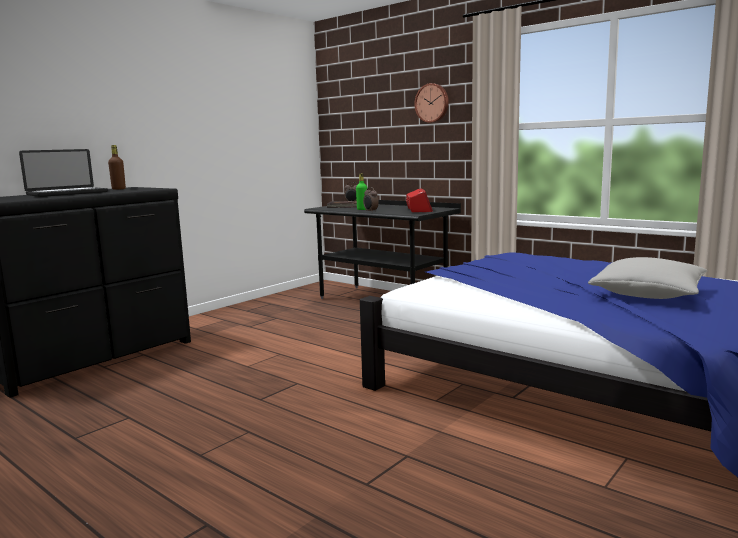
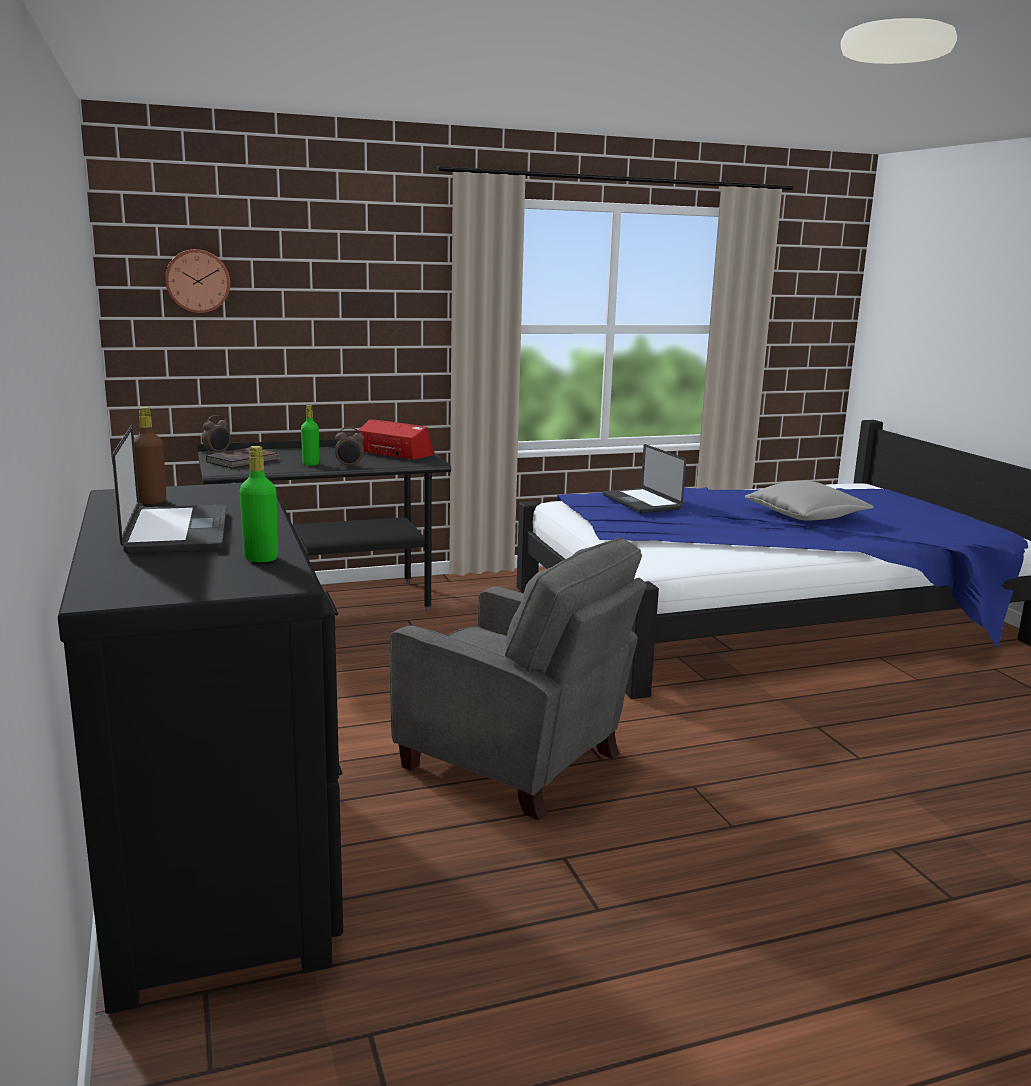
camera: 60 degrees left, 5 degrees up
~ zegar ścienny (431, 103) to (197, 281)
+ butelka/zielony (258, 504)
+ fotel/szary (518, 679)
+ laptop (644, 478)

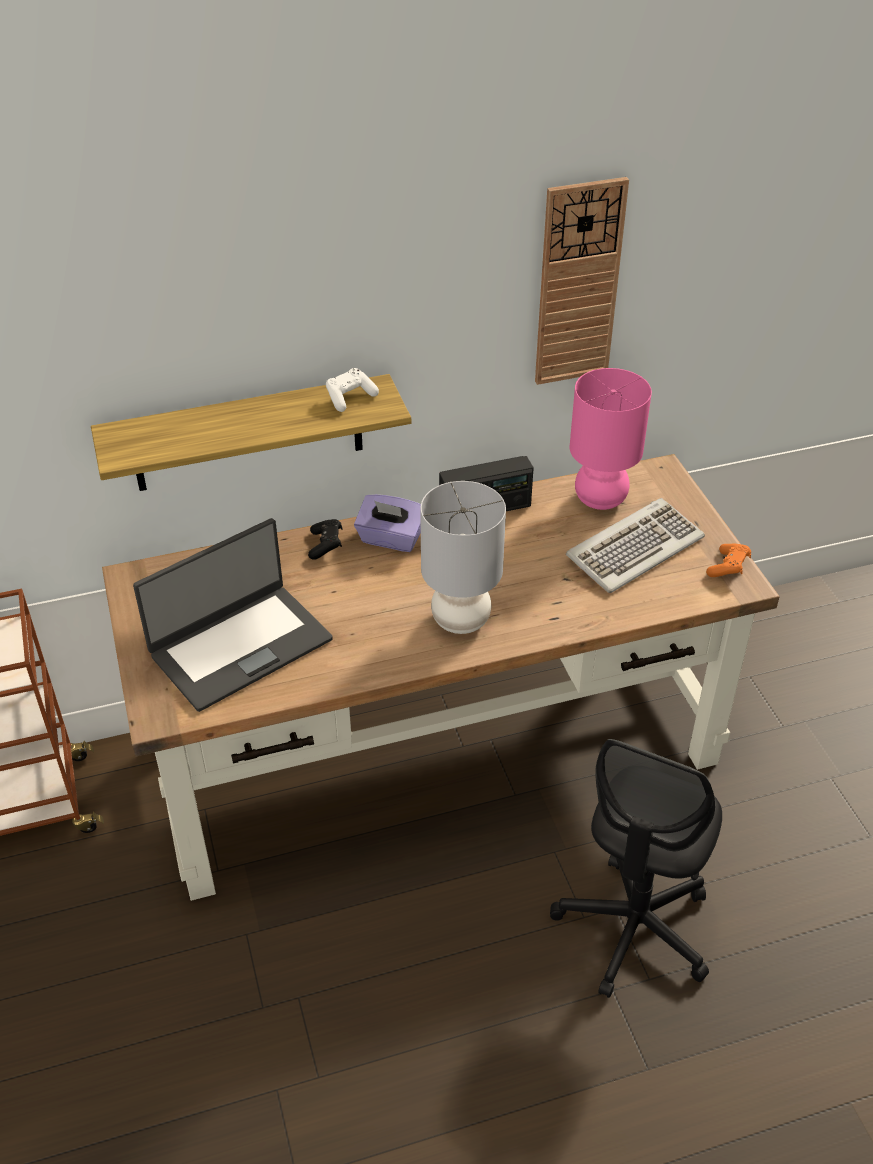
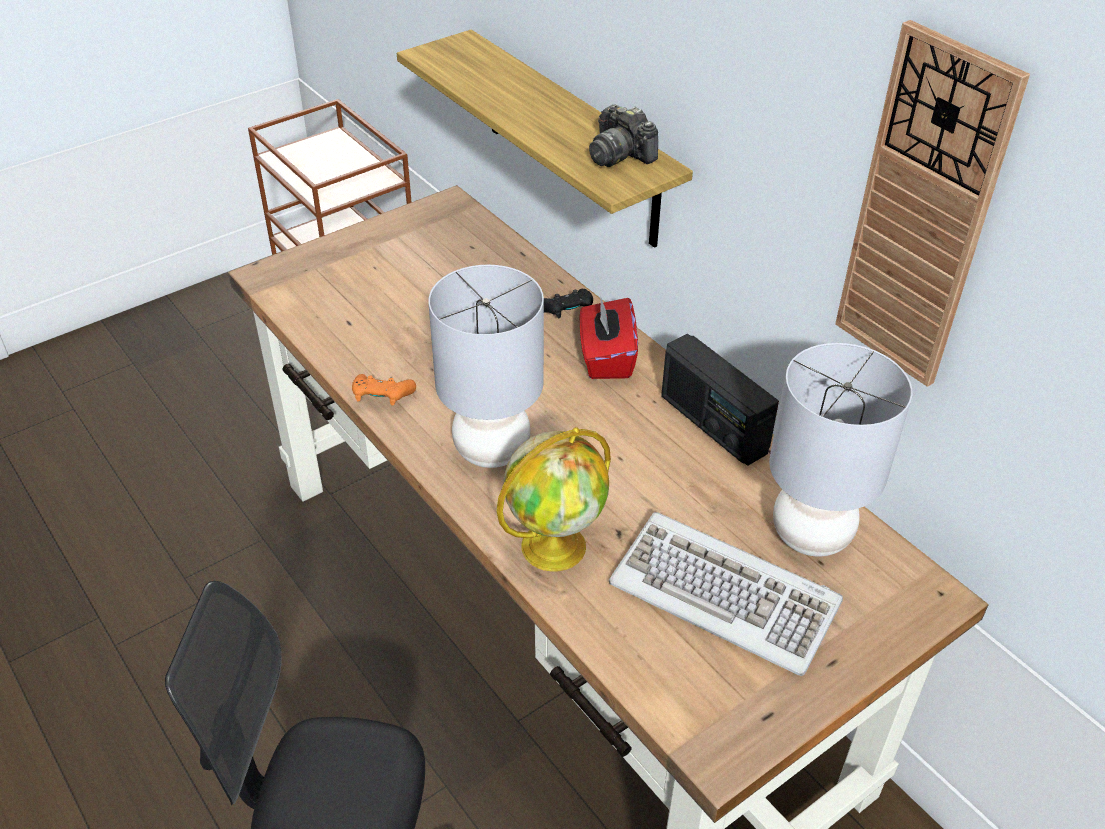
camera: 70 degrees right, 0 degrees up
~ pad do gier/pomarańczowy (728, 560) to (384, 390)
+ globus (554, 499)
~ pudełko chusteczek/fioletowy (387, 523) to pudełko chusteczek/czerwony (609, 337)
~ pad do gier/biały (352, 390) to aparat fotograficzny (623, 136)
~ lampa stołowa/różowy (611, 439) to lampa stołowa/szary (840, 450)
- laptop (233, 615)

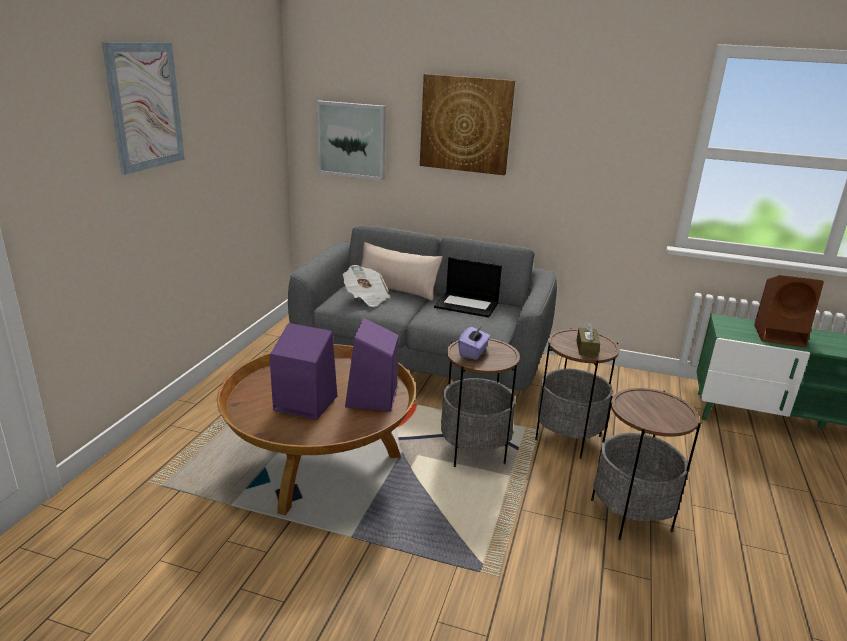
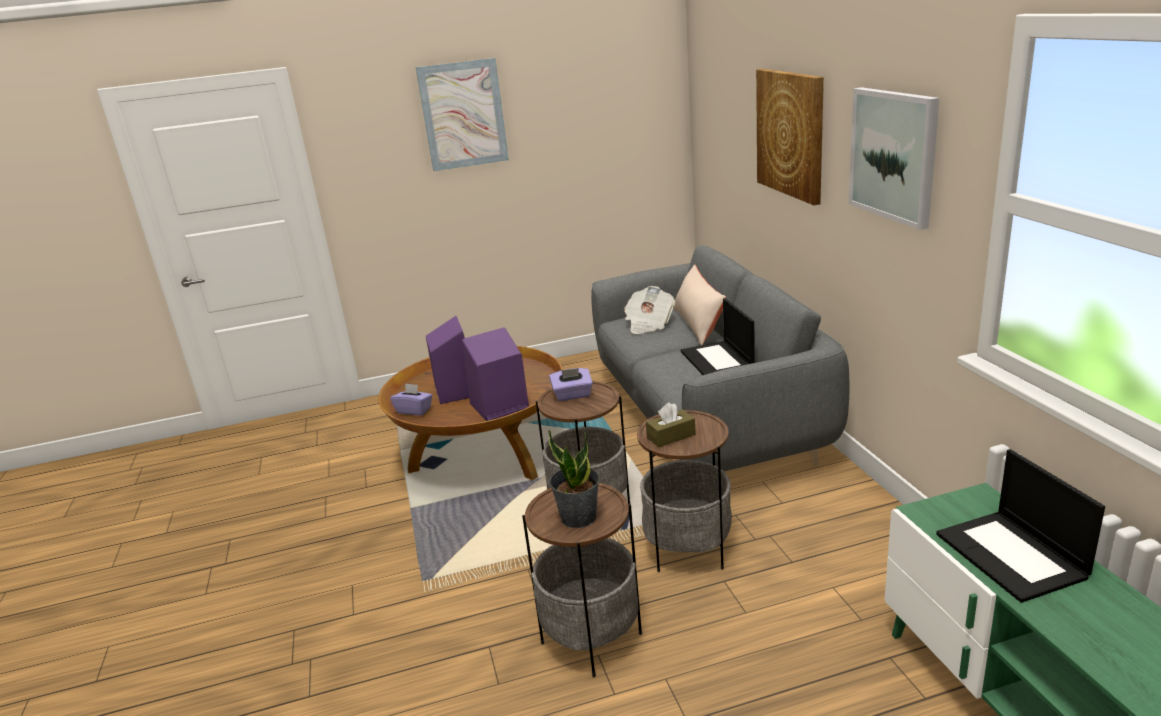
camera: 60 degrees right, 0 degrees up
+ pudełko chusteczek/fioletowy (411, 399)
+ roślina doniczkowa (574, 479)
~ obraz (351, 140) to (894, 158)
~ głośnik/brązowy (789, 311) to laptop (1020, 526)

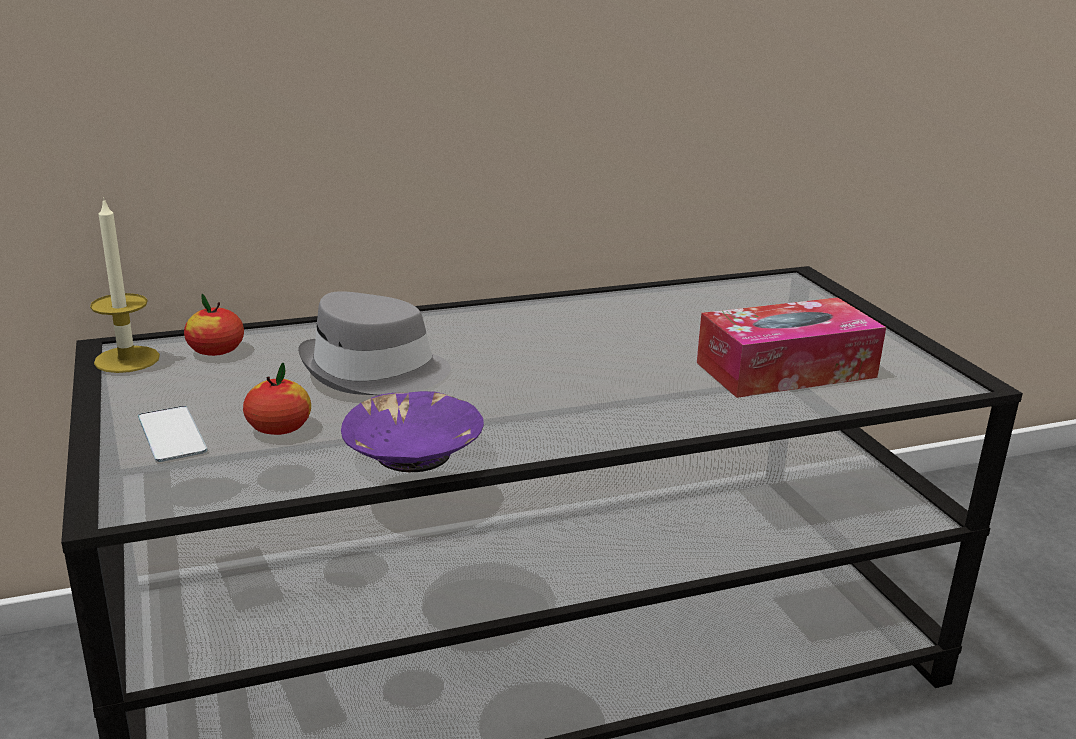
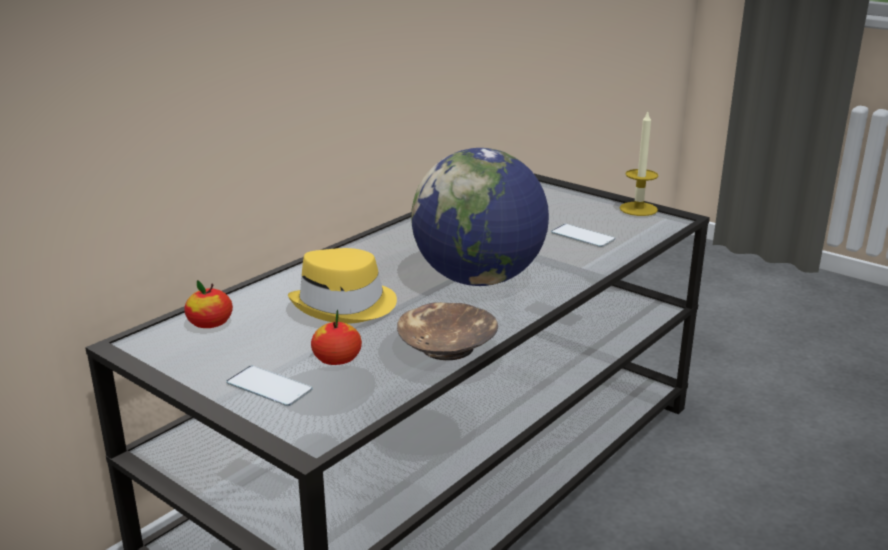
camera: 30 degrees left, 0 degrees up
~ kapelusz/szary (374, 343) to kapelusz/żółty (342, 286)
~ miska/fioletowy (412, 431) to miska/brązowy (447, 331)
+ globus (480, 217)
~ pudełko chusteczek (791, 347) to telefon (583, 235)
~ świeca (125, 285) to (639, 164)

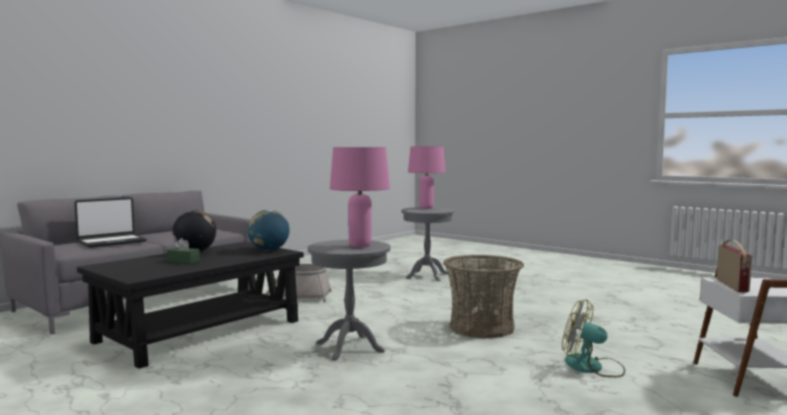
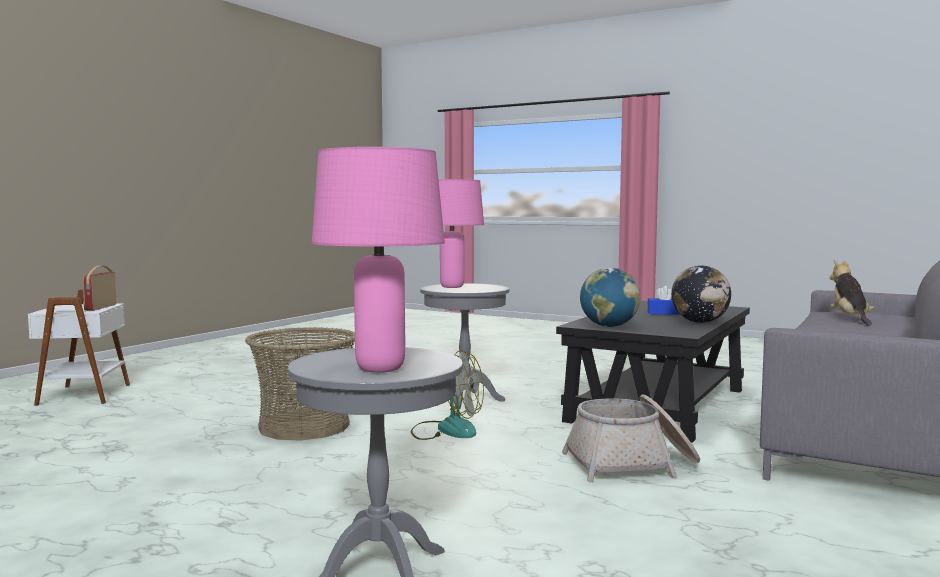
camera: 170 degrees right, 0 degrees up
~ wentylator (593, 338) to (447, 395)
~ pudełko chusteczek/zielony (183, 251) to pudełko chusteczek/niebieski (663, 300)
~ laptop (110, 222) to pluszak (852, 293)

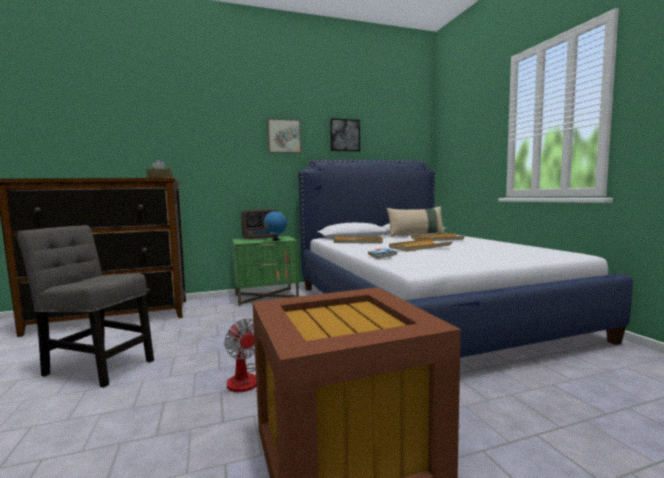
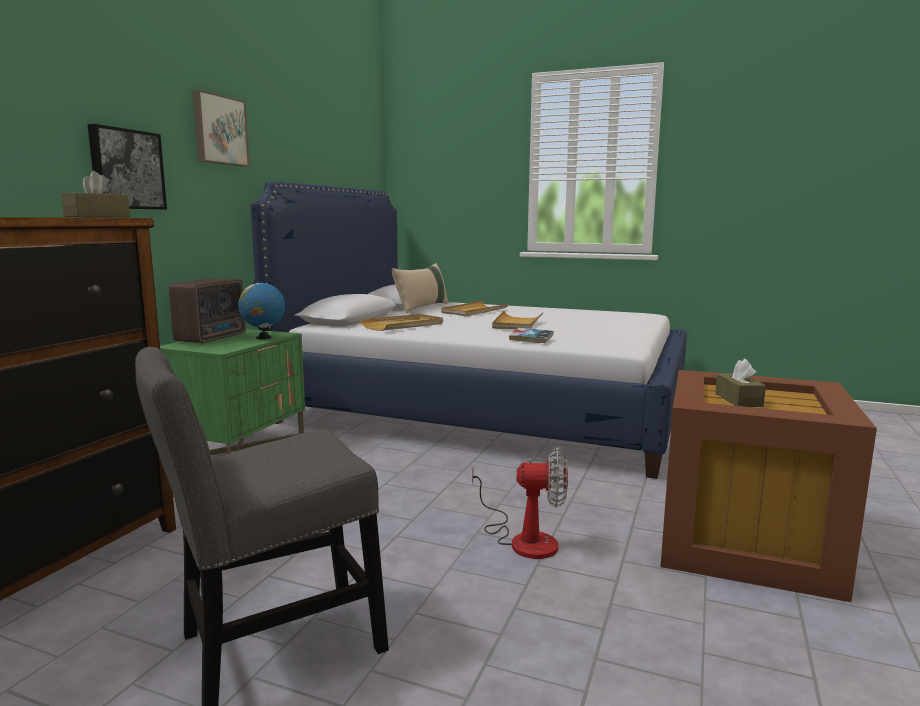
camera: 50 degrees left, 5 degrees up
~ obraz (345, 135) to (127, 167)
+ pudełko chusteczek/brązowy (740, 383)

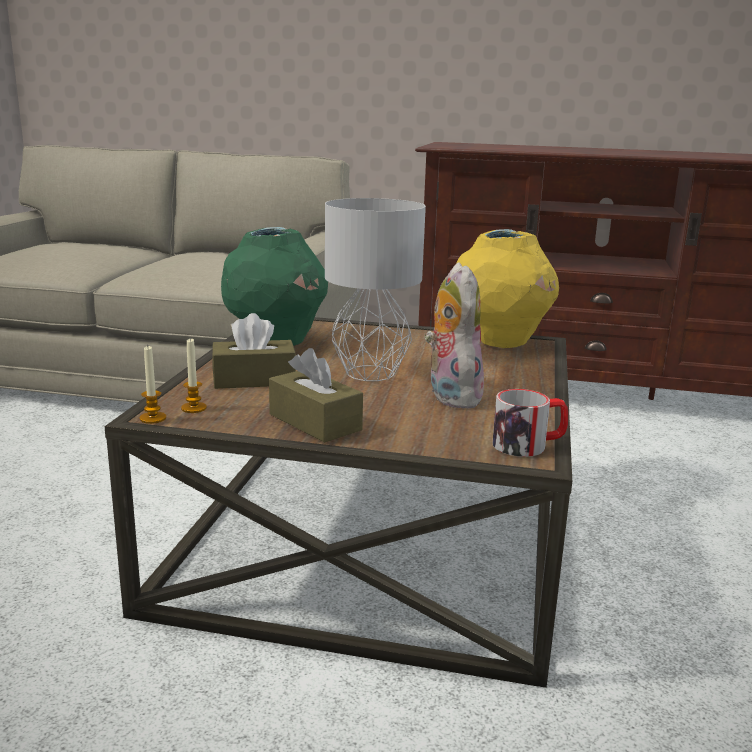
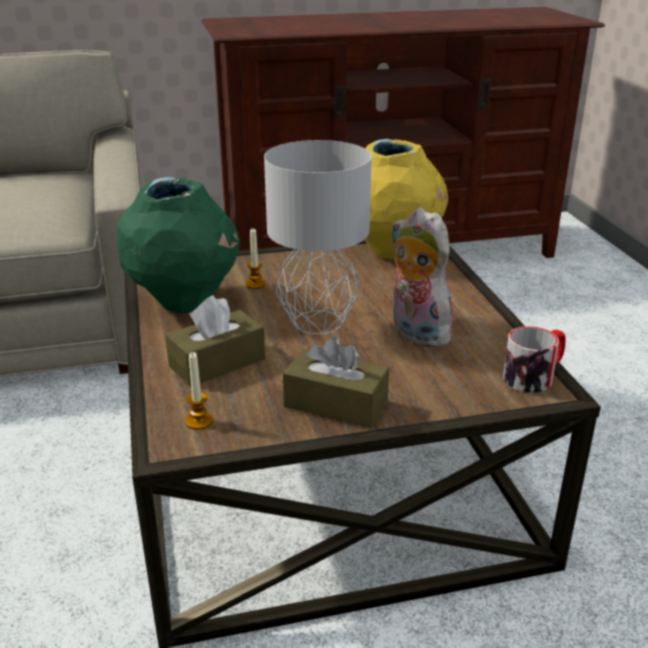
camera: 25 degrees left, 10 degrees up
~ świeca (153, 385) to (255, 259)

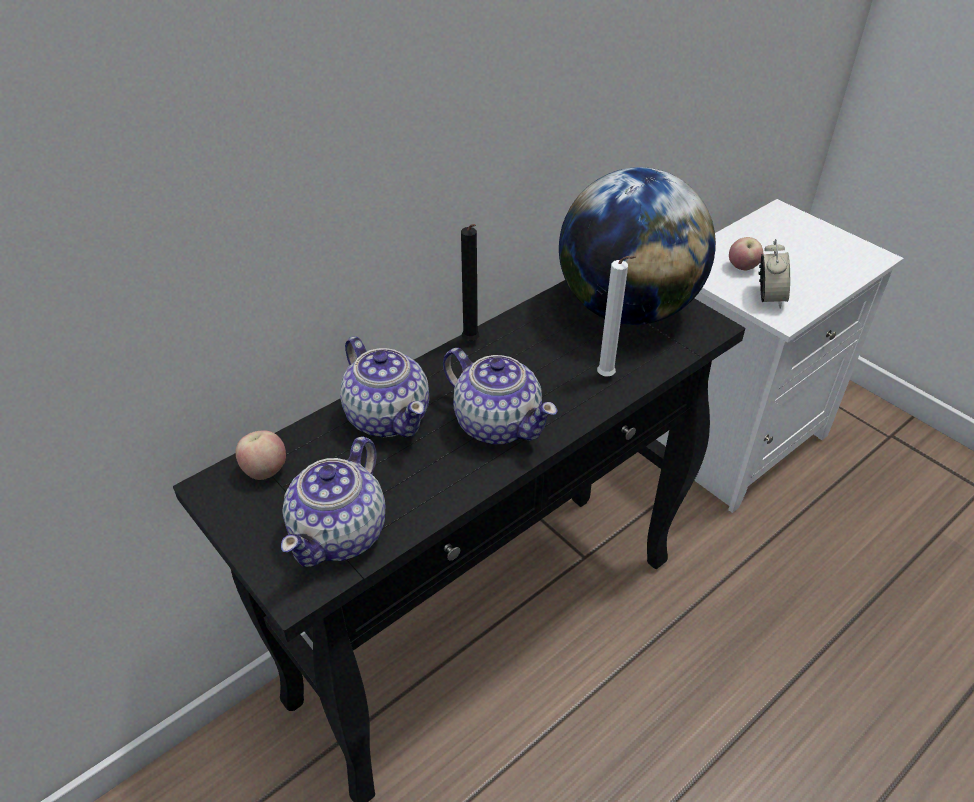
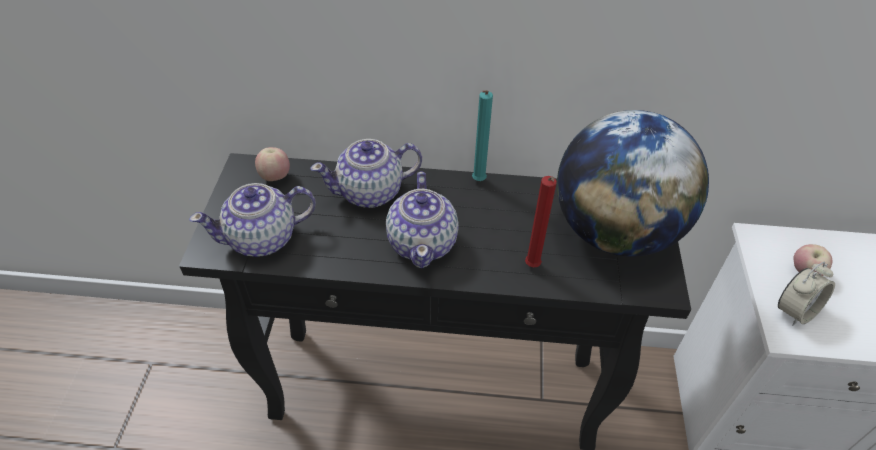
camera: 45 degrees right, 5 degrees up
~ imbryk (384, 386) = (366, 173) 60 degrees clockwise
~ świeca/czarny (470, 282) to świeca/turkusowy (482, 135)
~ świeca/biały (616, 316) to świeca/czerwony (541, 222)

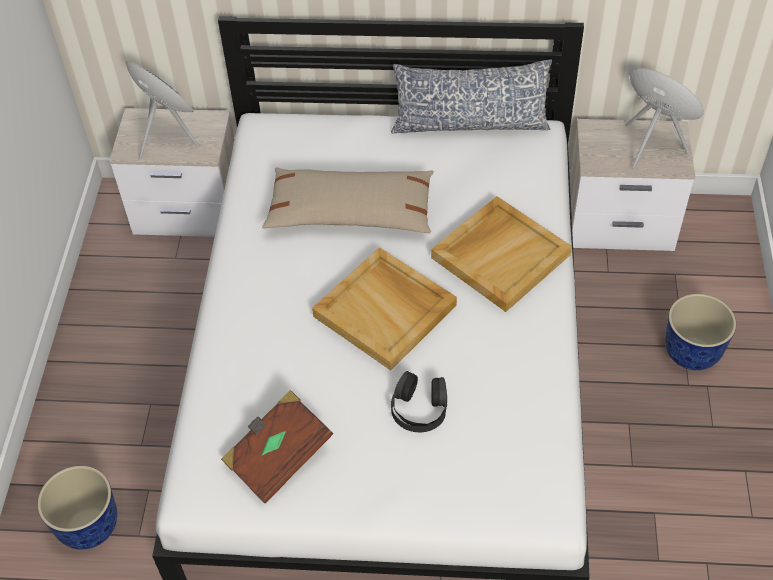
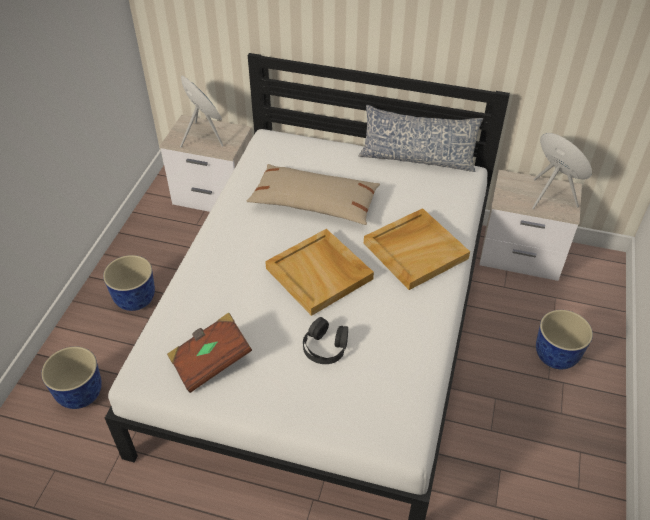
camera: 10 degrees right, 5 degrees down
+ donica (129, 283)

